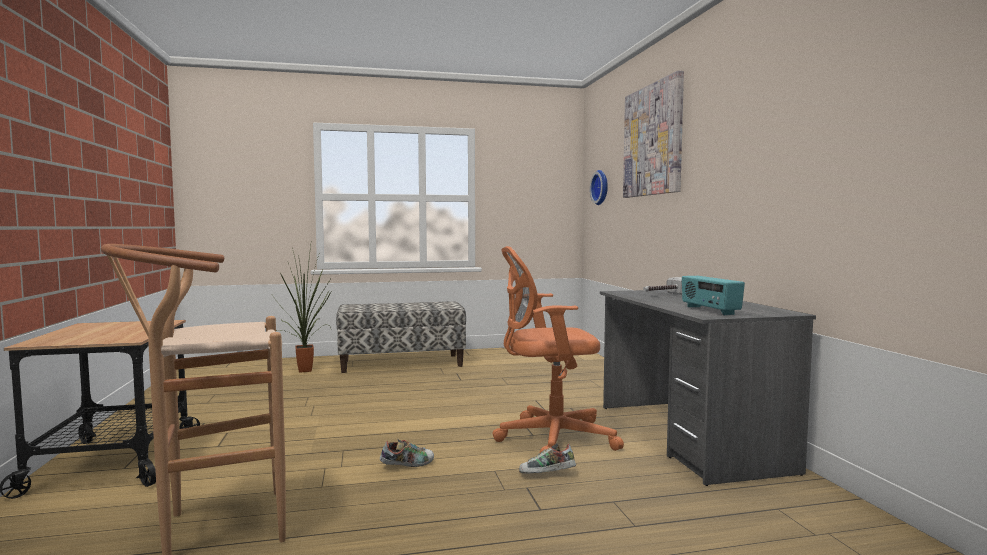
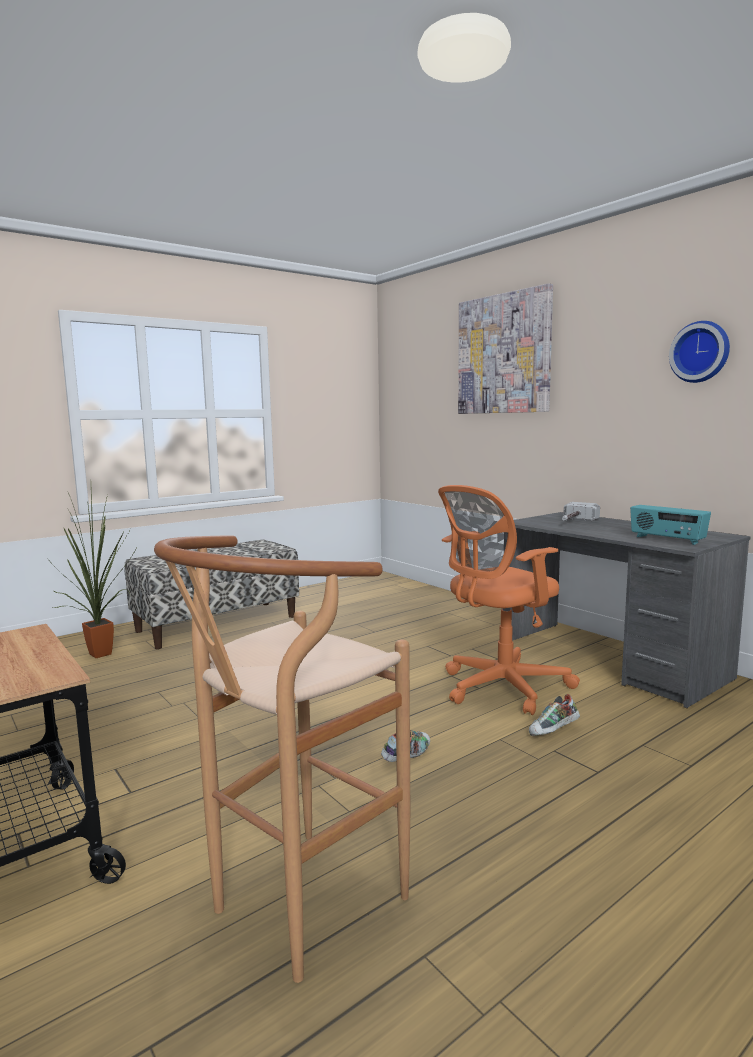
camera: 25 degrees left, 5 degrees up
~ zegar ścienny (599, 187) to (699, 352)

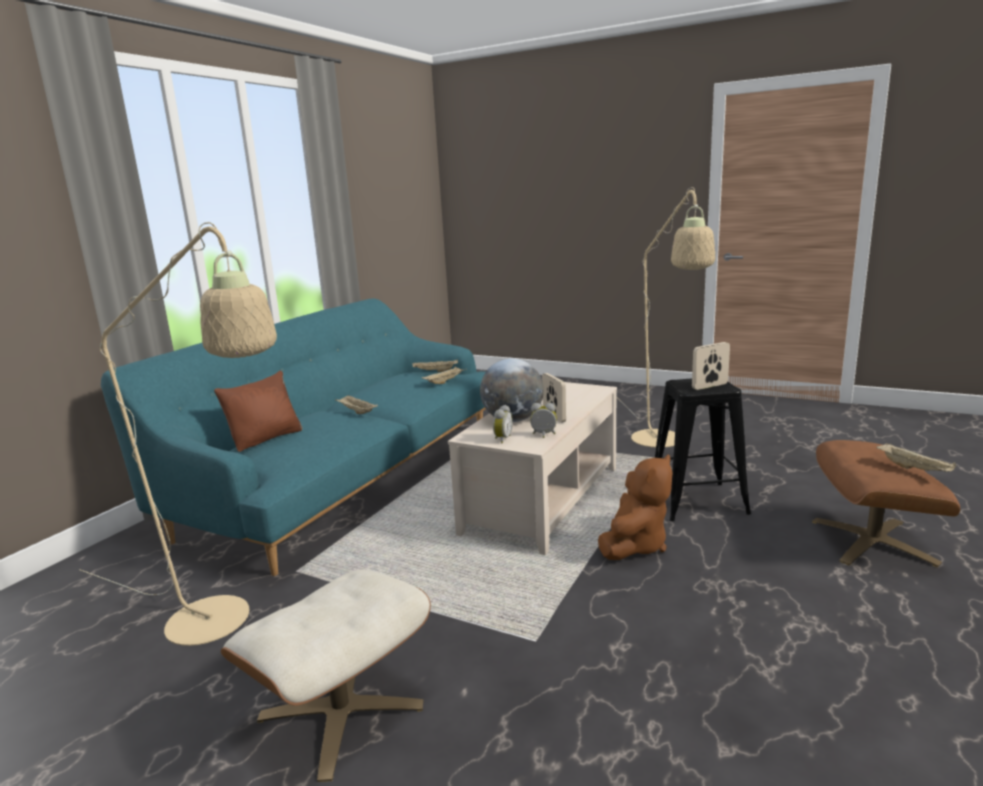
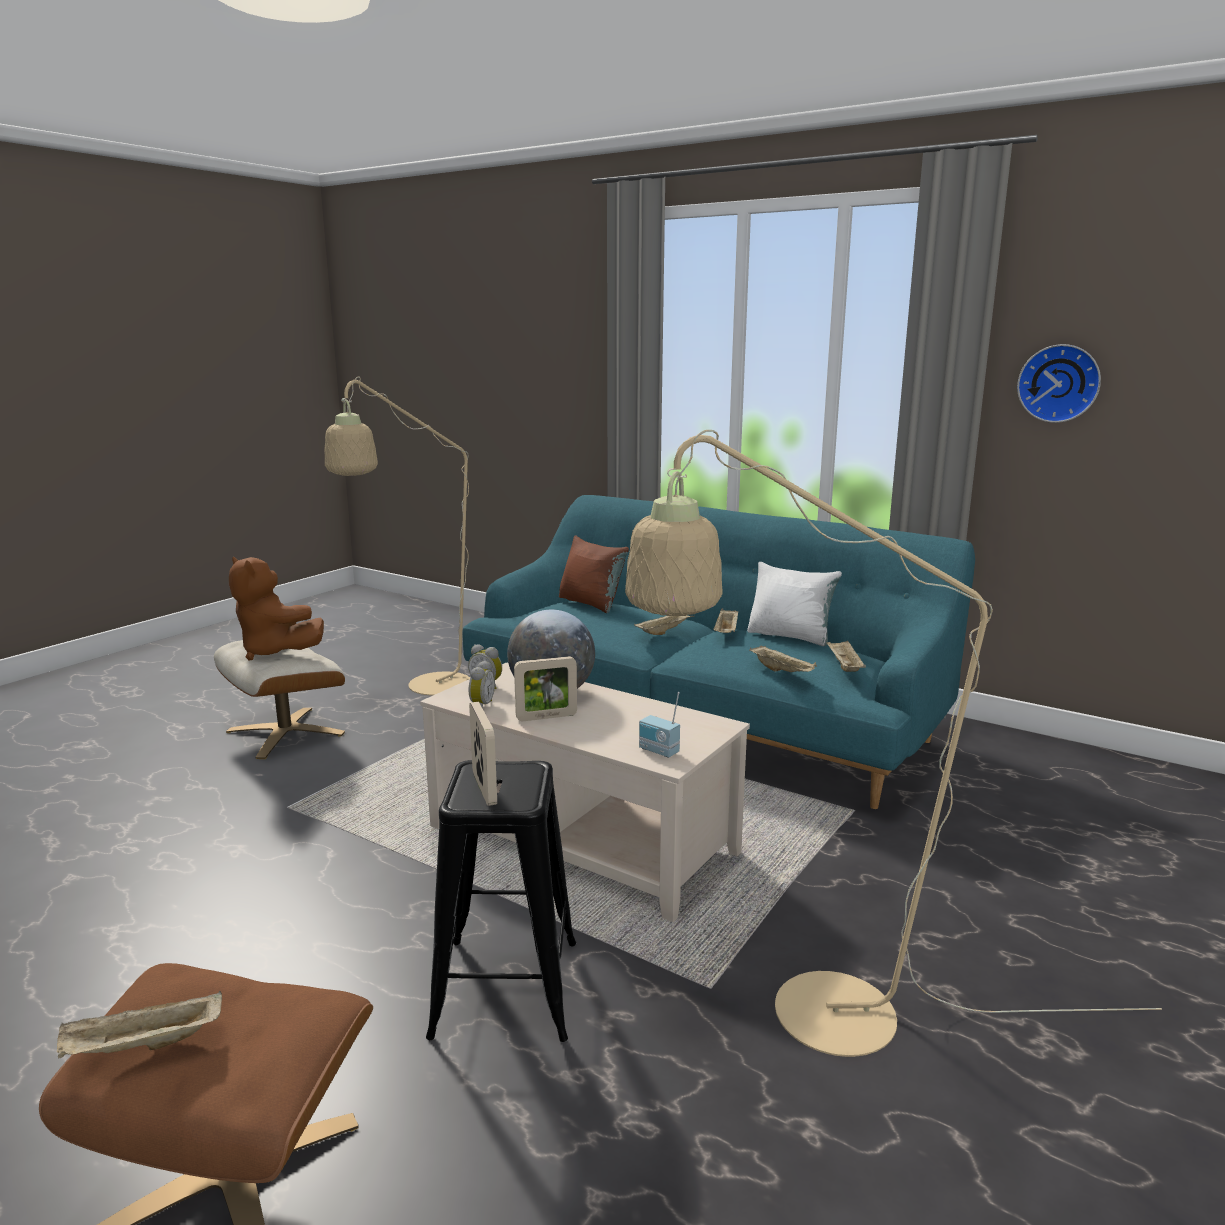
camera: 95 degrees right, 0 degrees up
~ pluszak/brązowy (635, 507) to (276, 609)
+ radio (659, 725)
+ taca/beżowy (725, 620)
+ poduszka/biały (794, 604)
+ zegar ścienny (1059, 383)

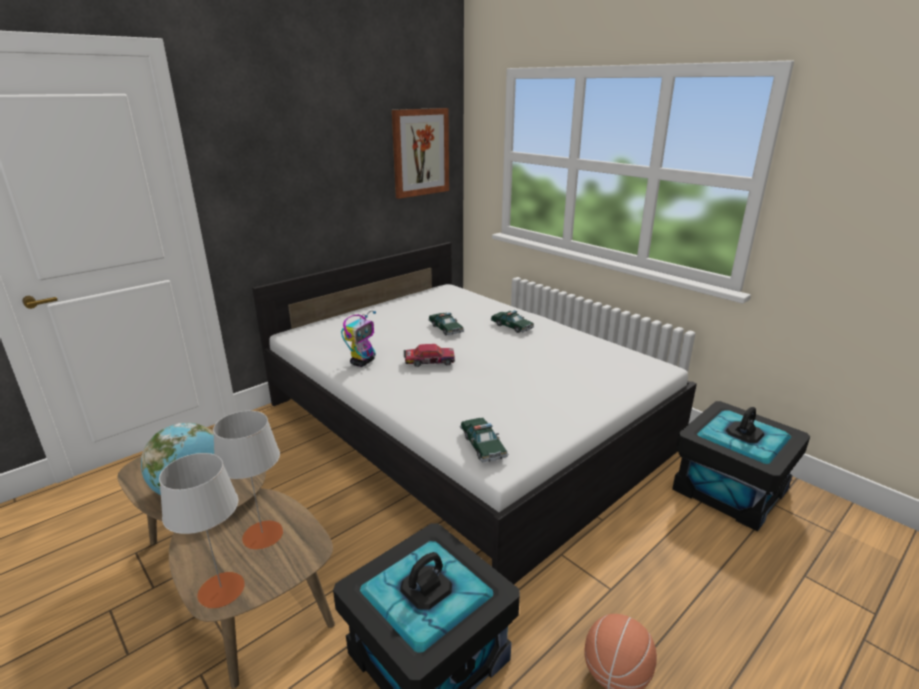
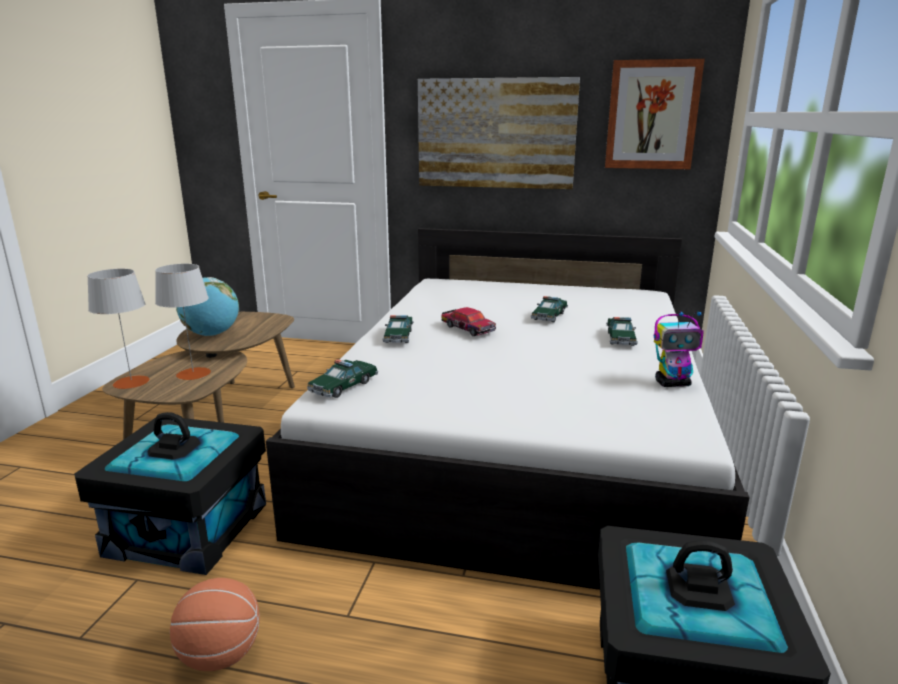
camera: 55 degrees right, 5 degrees down
+ samochodzik (398, 329)
+ obraz (499, 133)
~ robot zabawkowy (358, 339) to (679, 349)

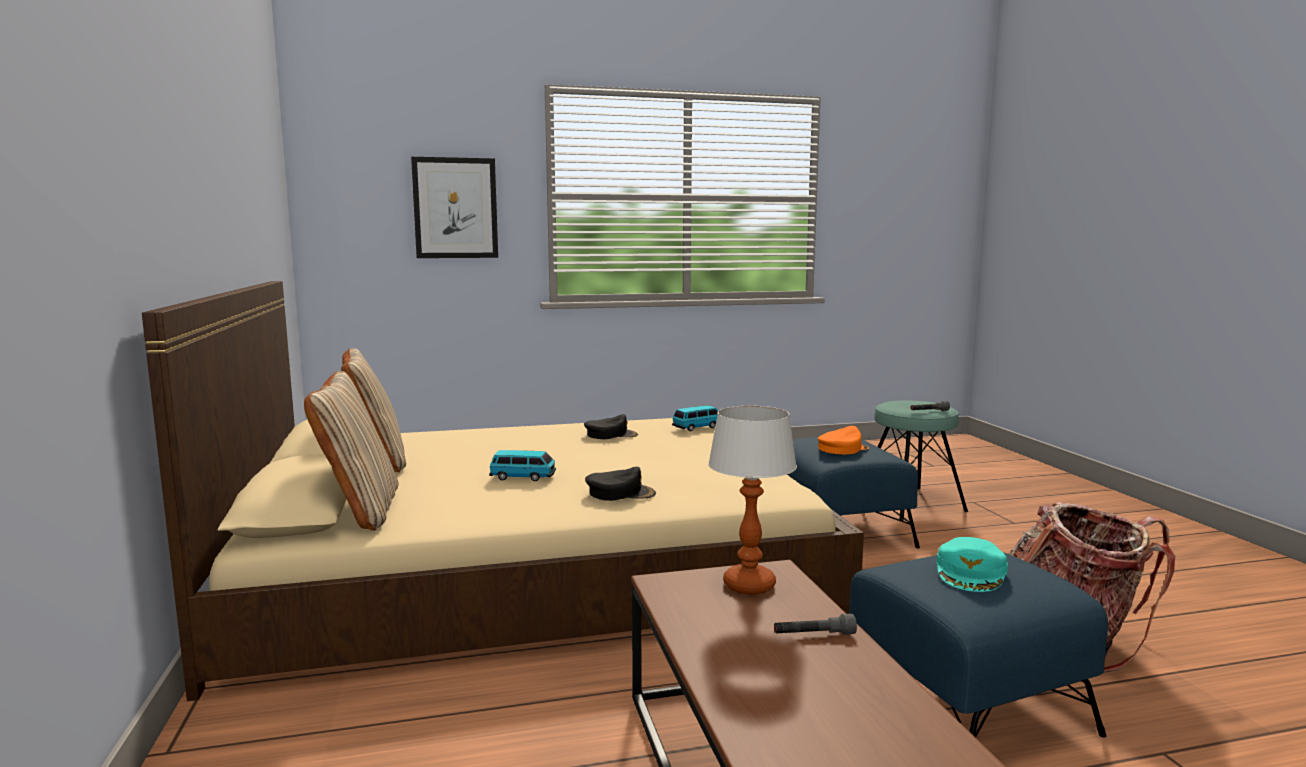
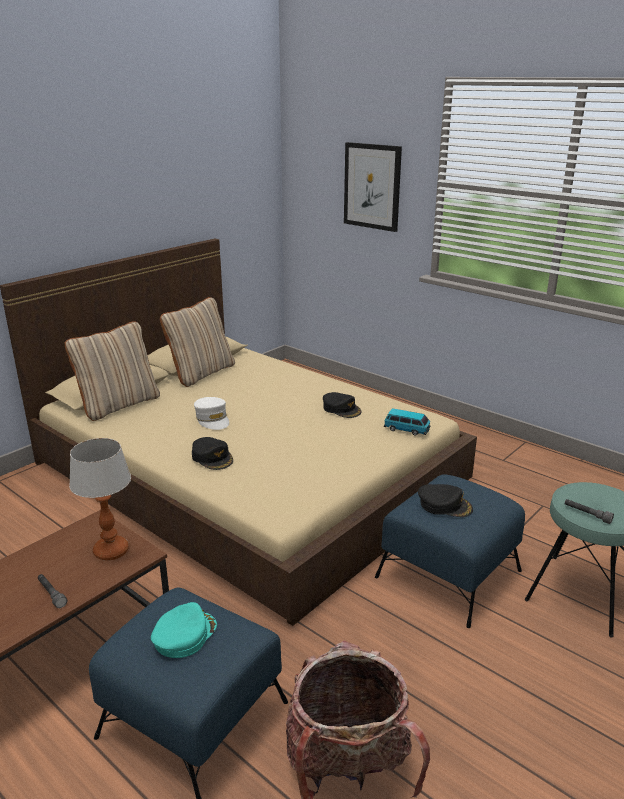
camera: 55 degrees right, 15 degrees up
~ czapka z daszkiem/turkusowy (972, 564) = (184, 630) 135 degrees clockwise
~ samochodzik (522, 465) to czapka z daszkiem/biały (211, 413)
~ czapka z daszkiem/pomarańczowy (843, 440) to czapka z daszkiem/czarny (445, 500)

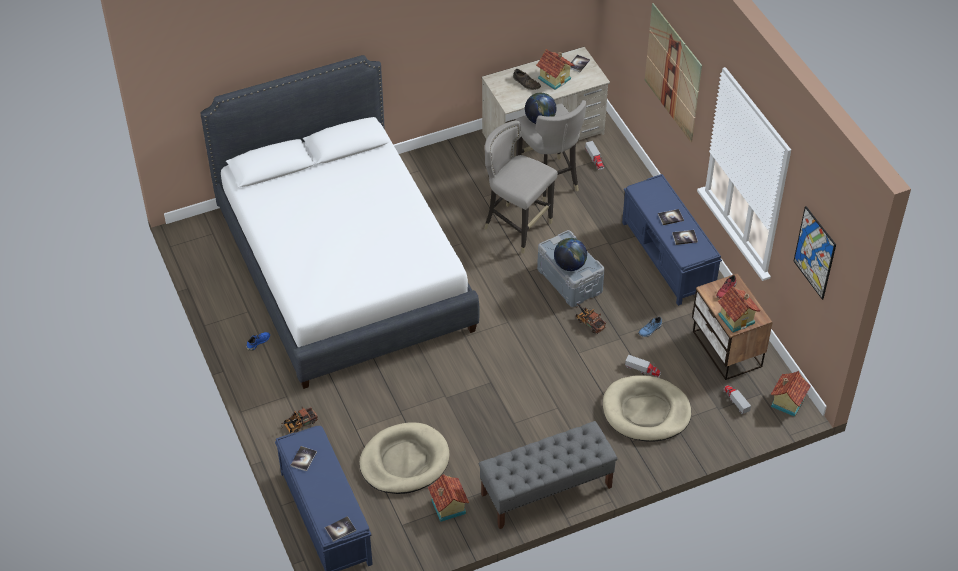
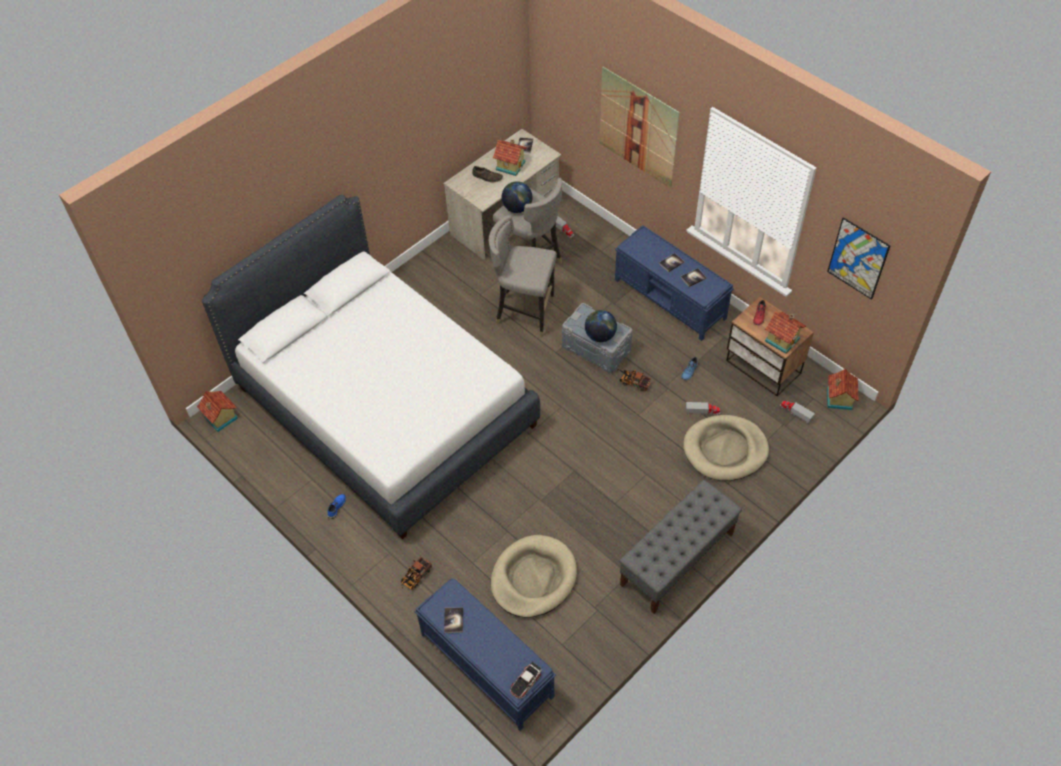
camera: 20 degrees left, 5 degrees up
~ domek (448, 498) to (217, 411)
~ książka (340, 529) to samochodzik (526, 680)

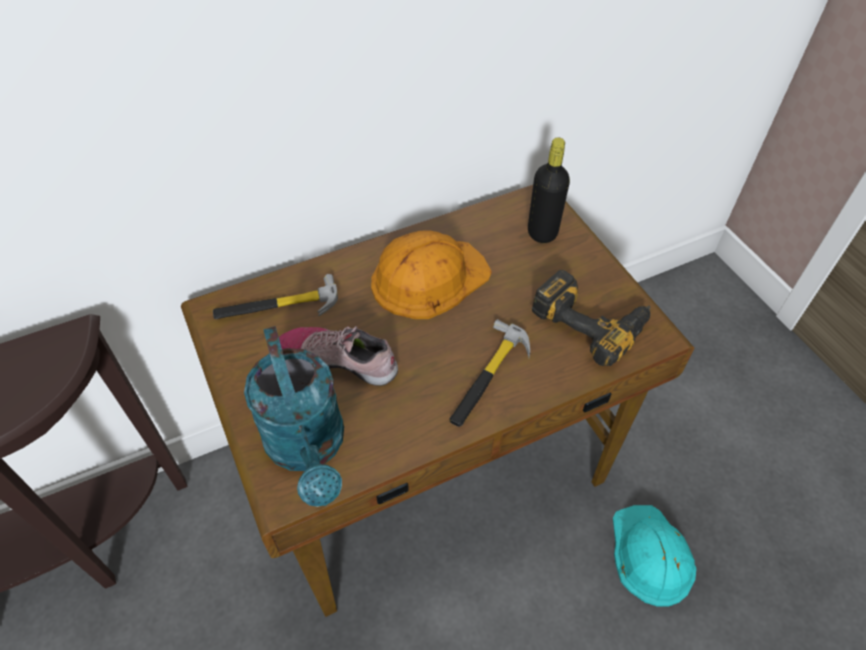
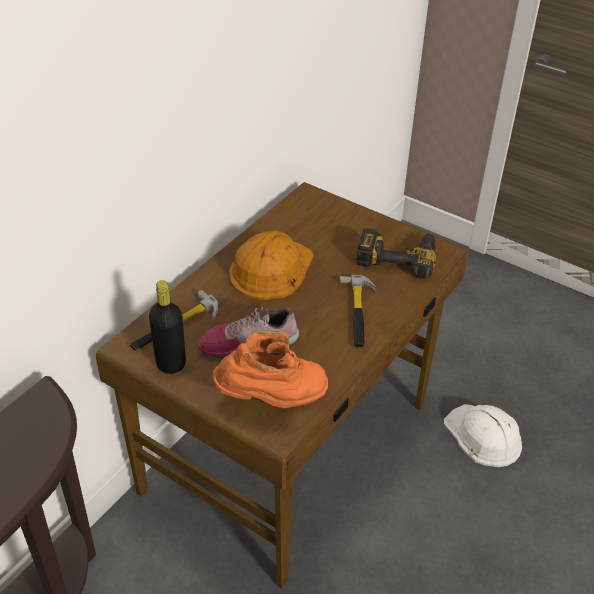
camera: 30 degrees left, 10 degrees down
~ butelka/czarny (549, 190) to (167, 327)
~ konewka/turkusowy (294, 416) to but z cholewką/pomarańczowy (270, 369)
~ kask/turkusowy (655, 556) to kask/biały (483, 435)

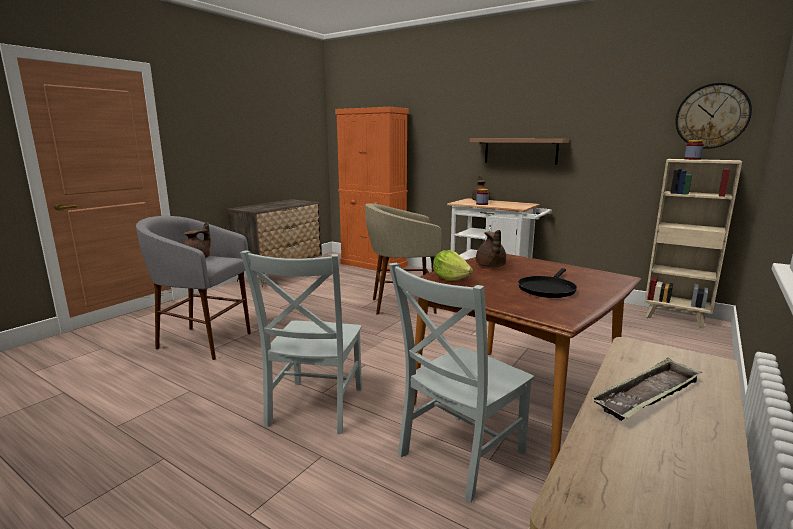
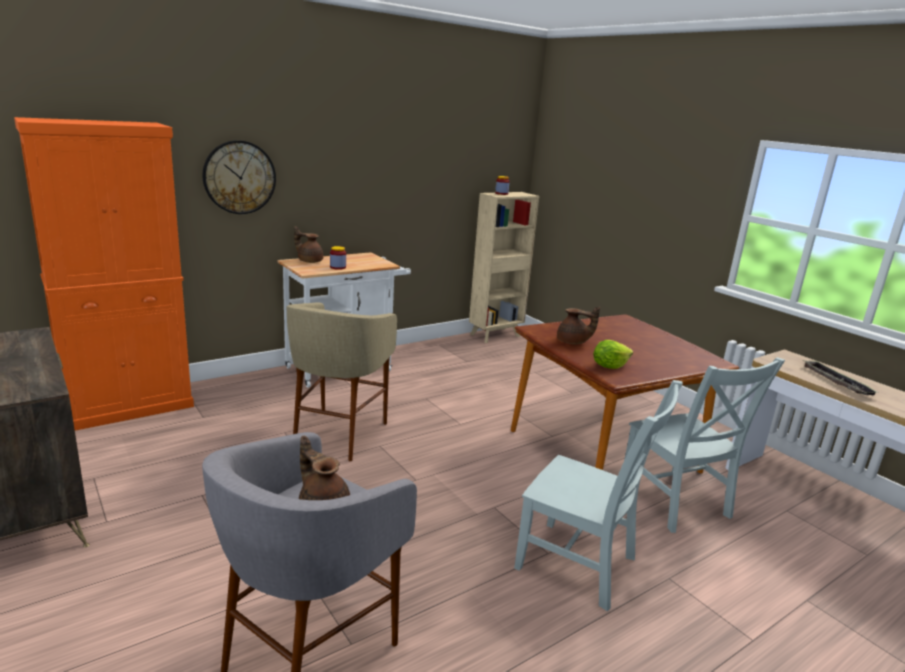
camera: 70 degrees left, 5 degrees up
~ zegar ścienny (713, 116) to (239, 177)
- półka (519, 152)
- patelnia/czarny (547, 283)

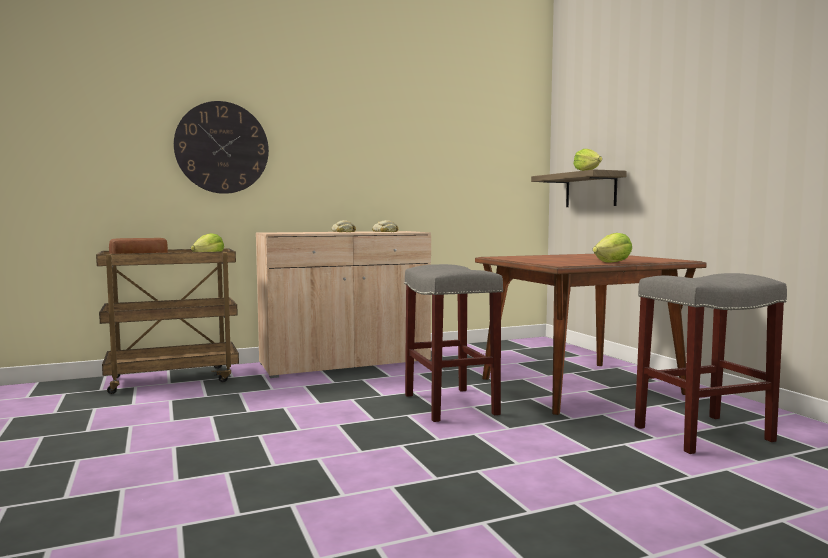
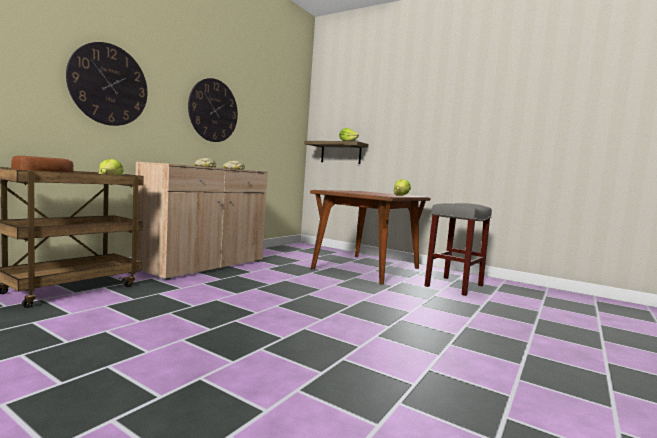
camera: 35 degrees left, 0 degrees up
+ zegar ścienny (213, 110)
- stołek/szary (453, 343)

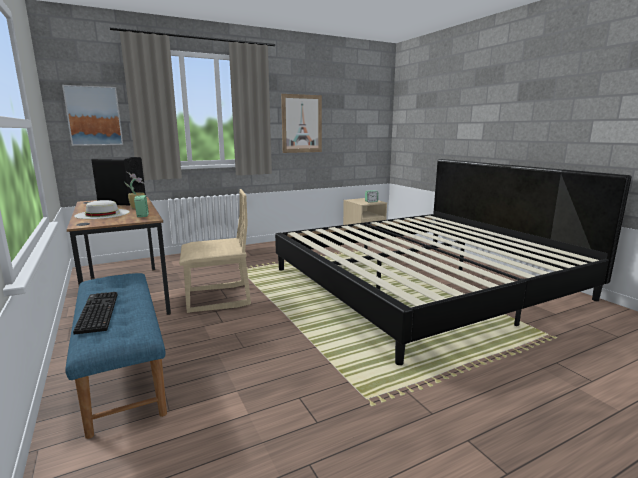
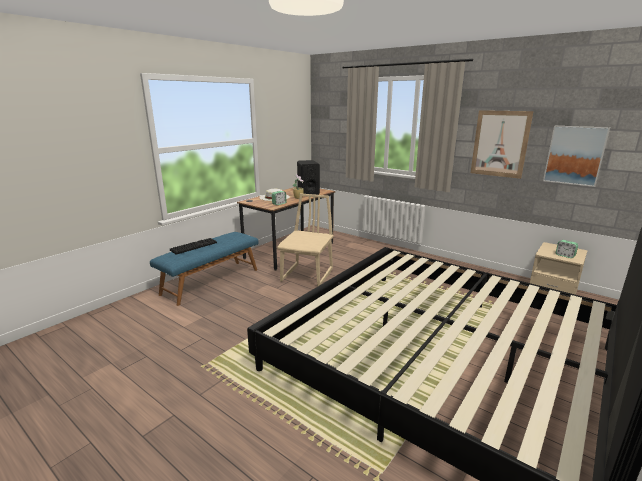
camera: 65 degrees right, 5 degrees up
~ krzesło/beżowy (215, 251) = (305, 240) 120 degrees counterclockwise
~ obraz (92, 115) to (576, 156)

